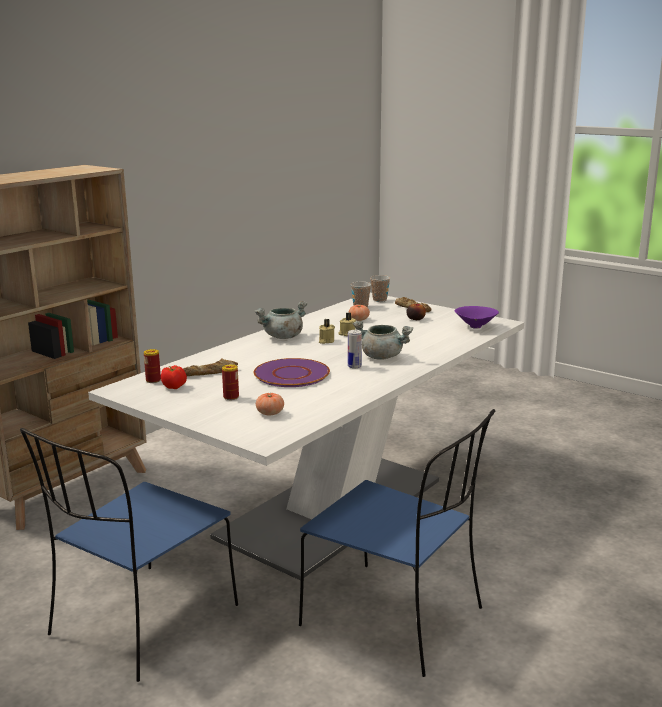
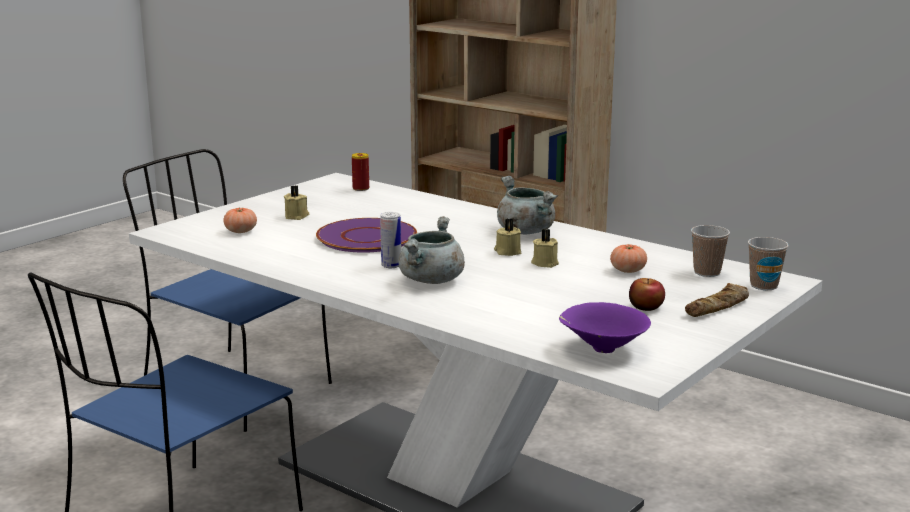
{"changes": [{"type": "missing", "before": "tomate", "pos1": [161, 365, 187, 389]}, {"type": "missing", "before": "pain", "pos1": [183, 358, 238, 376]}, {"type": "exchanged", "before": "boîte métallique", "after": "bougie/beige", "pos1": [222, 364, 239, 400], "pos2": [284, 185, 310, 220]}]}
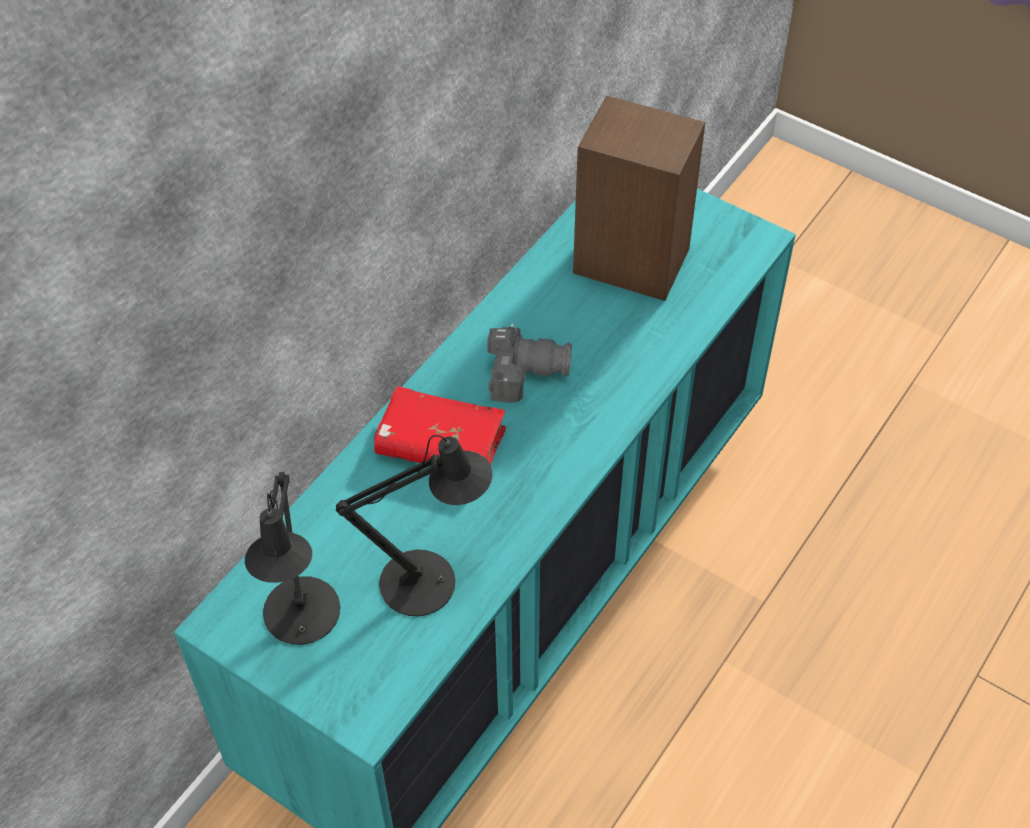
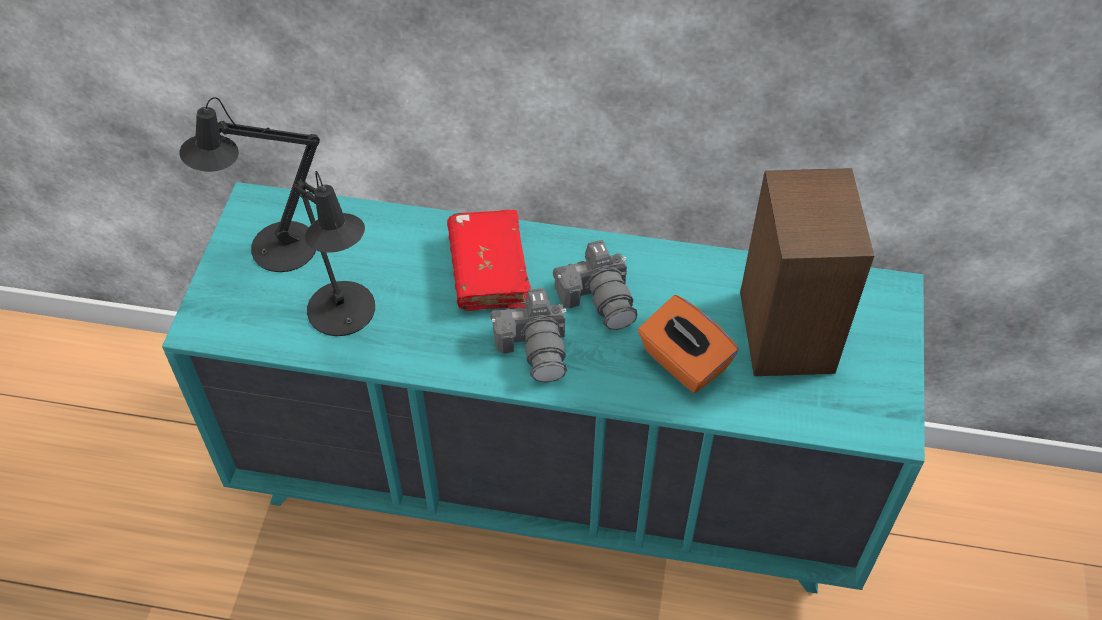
{"changes": [{"type": "appeared", "after": "appareil photo", "pos2": [490, 288, 567, 383]}, {"type": "appeared", "after": "boîte à mouchoirs/orange", "pos2": [638, 295, 738, 393]}]}
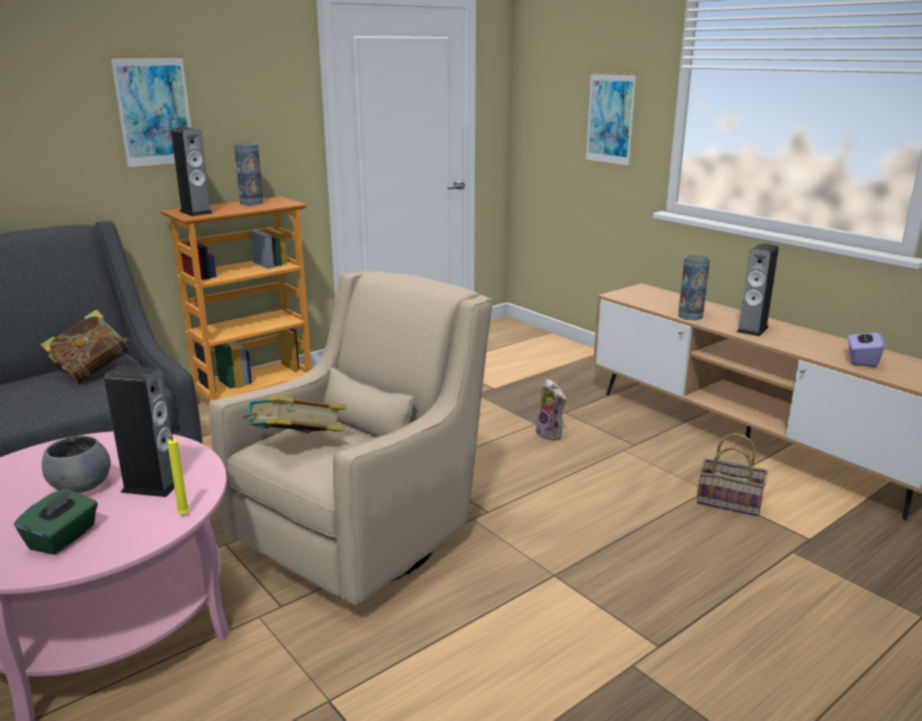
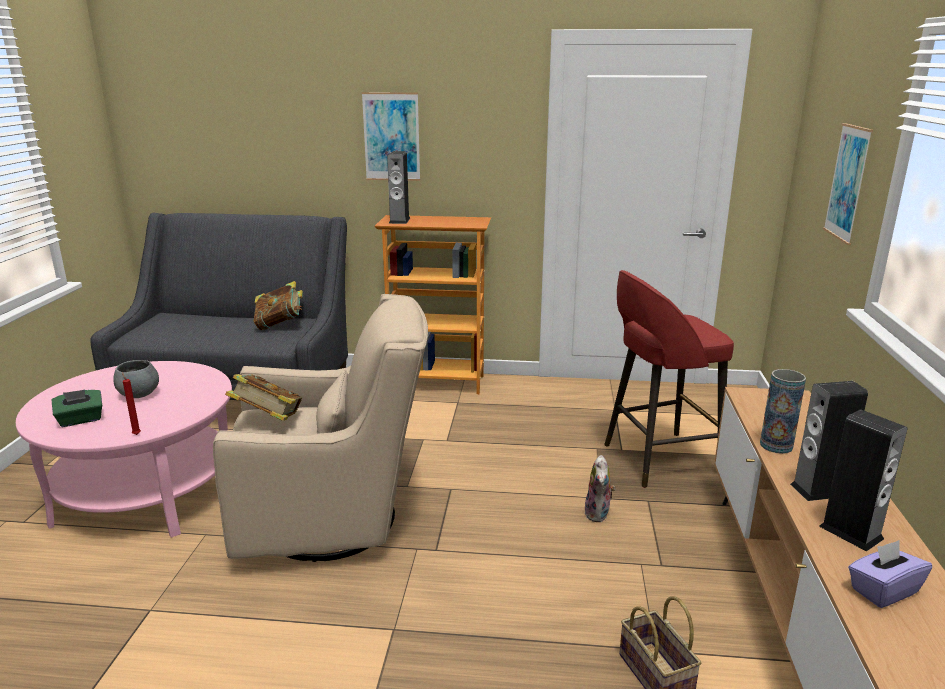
{"changes": [{"type": "relocated", "before": "enceinte", "pos1": [104, 366, 175, 497], "pos2": [819, 409, 907, 552]}, {"type": "colour", "before": "bougie/jaune", "after": "bougie/rouge", "pos1": [161, 432, 189, 515], "pos2": [122, 372, 141, 435]}, {"type": "missing", "before": "vase", "pos1": [234, 143, 263, 205]}, {"type": "appeared", "after": "tabouret/rouge", "pos2": [604, 270, 734, 488]}]}
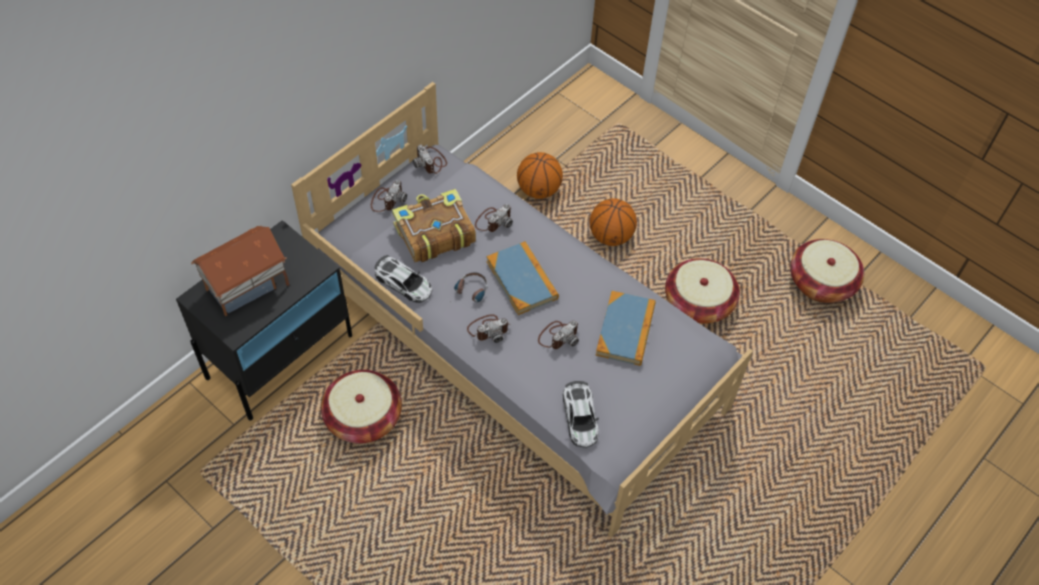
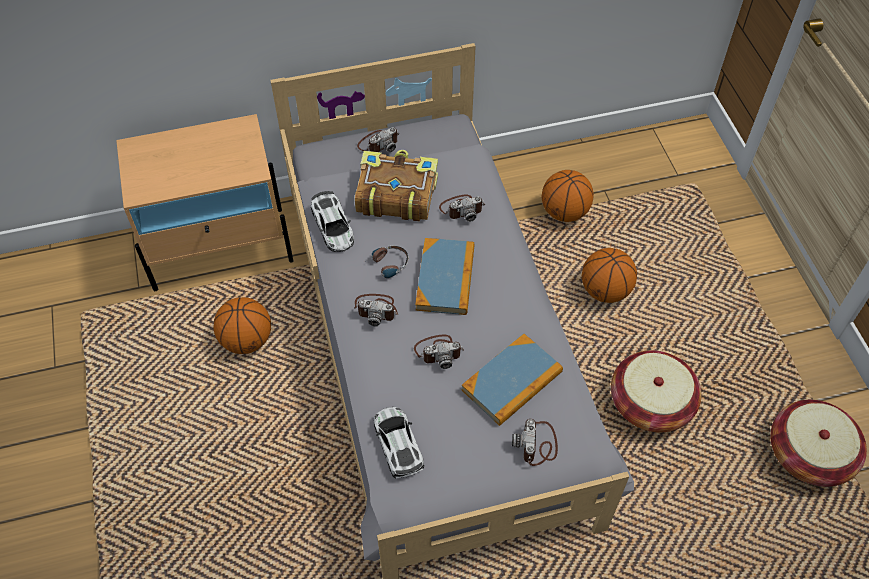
{"changes": [{"type": "colour", "before": "table de chevet/noir", "after": "table de chevet/beige", "pos1": [176, 220, 352, 421], "pos2": [116, 114, 293, 291]}, {"type": "missing", "before": "maison miniature", "pos1": [191, 226, 289, 316]}, {"type": "exchanged", "before": "panier", "after": "ballon de basket", "pos1": [321, 370, 402, 444], "pos2": [213, 297, 271, 354]}, {"type": "relocated", "before": "appareil photo", "pos1": [413, 144, 447, 174], "pos2": [512, 418, 558, 466]}, {"type": "spun", "before": "petite voiture", "pos1": [563, 381, 599, 448], "pos2": [374, 407, 424, 479], "turn": 135}]}
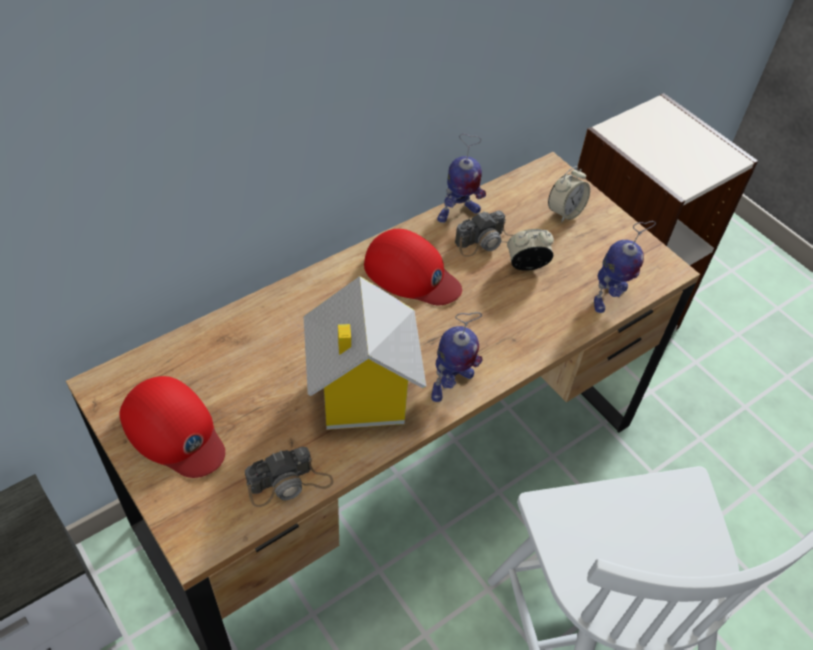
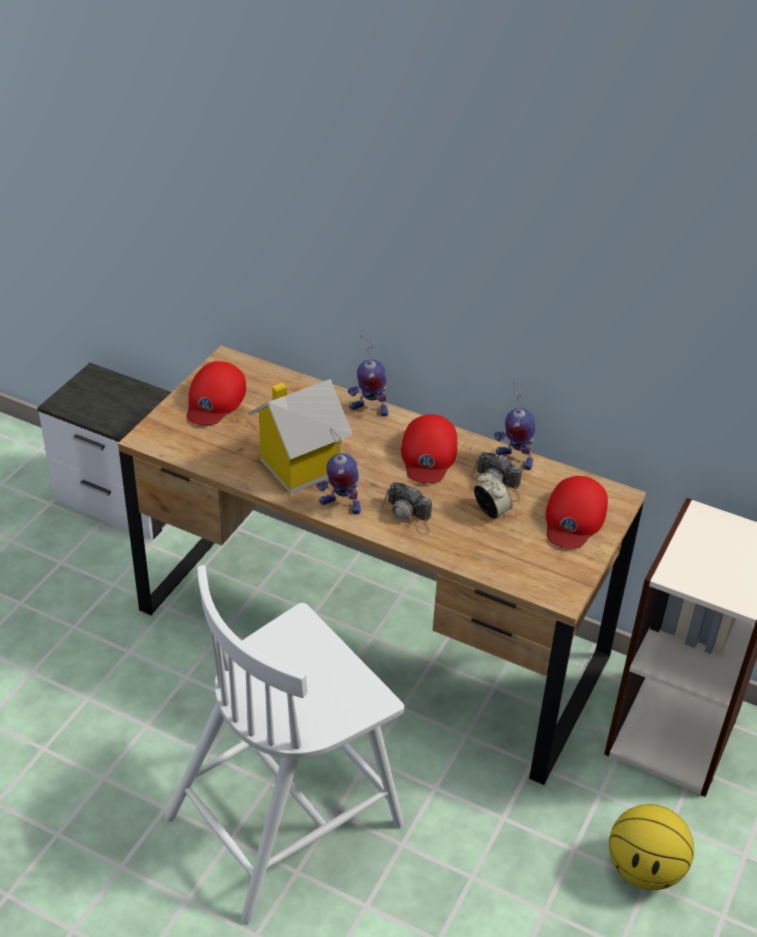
{"changes": [{"type": "relocated", "before": "appareil photo", "pos1": [245, 447, 334, 507], "pos2": [381, 482, 432, 535]}, {"type": "exchanged", "before": "réveil", "after": "casquette/rouge", "pos1": [548, 166, 590, 223], "pos2": [545, 476, 608, 549]}, {"type": "relocated", "before": "robot jouet", "pos1": [594, 221, 656, 313], "pos2": [348, 335, 388, 417]}, {"type": "appeared", "after": "ballon de basket", "pos2": [609, 804, 694, 890]}]}
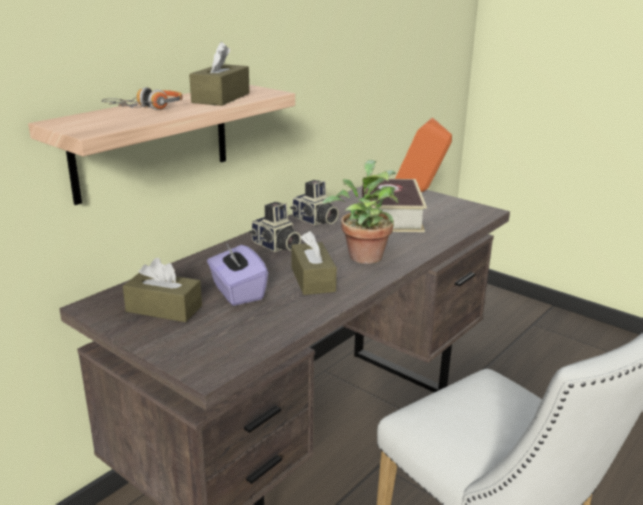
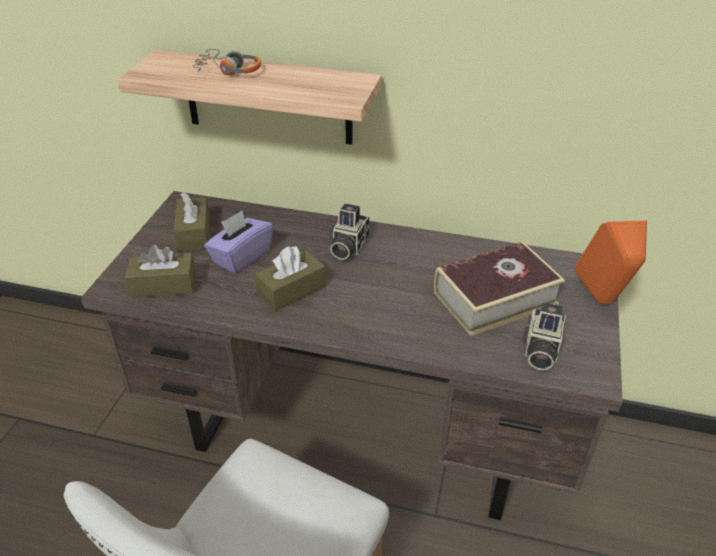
{"changes": [{"type": "relocated", "before": "boîte à mouchoirs/marron", "pos1": [189, 42, 250, 106], "pos2": [125, 245, 196, 298]}, {"type": "relocated", "before": "appareil photo", "pos1": [290, 180, 339, 225], "pos2": [522, 303, 566, 371]}, {"type": "missing", "before": "plante en pot", "pos1": [323, 160, 399, 264]}]}
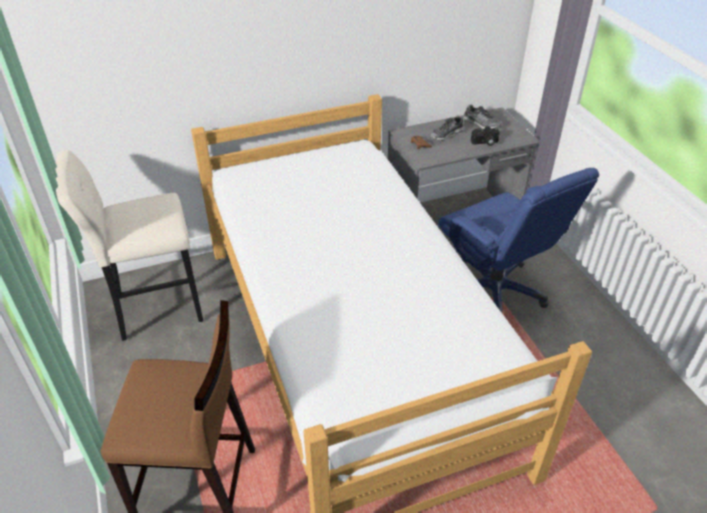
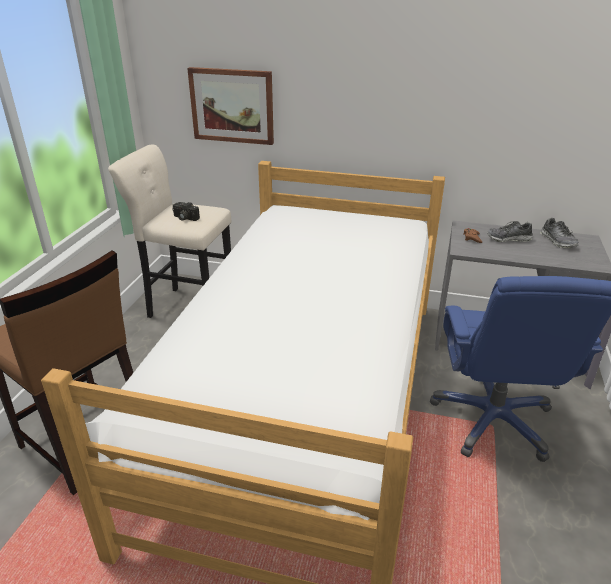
{"changes": [{"type": "relocated", "before": "appareil photo", "pos1": [471, 126, 500, 146], "pos2": [172, 202, 200, 221]}, {"type": "appeared", "after": "tableau", "pos2": [187, 67, 274, 145]}]}
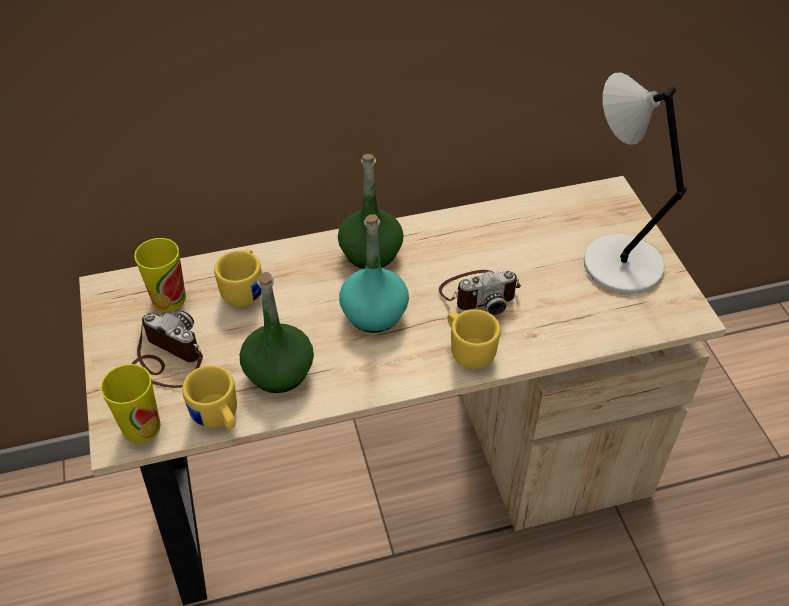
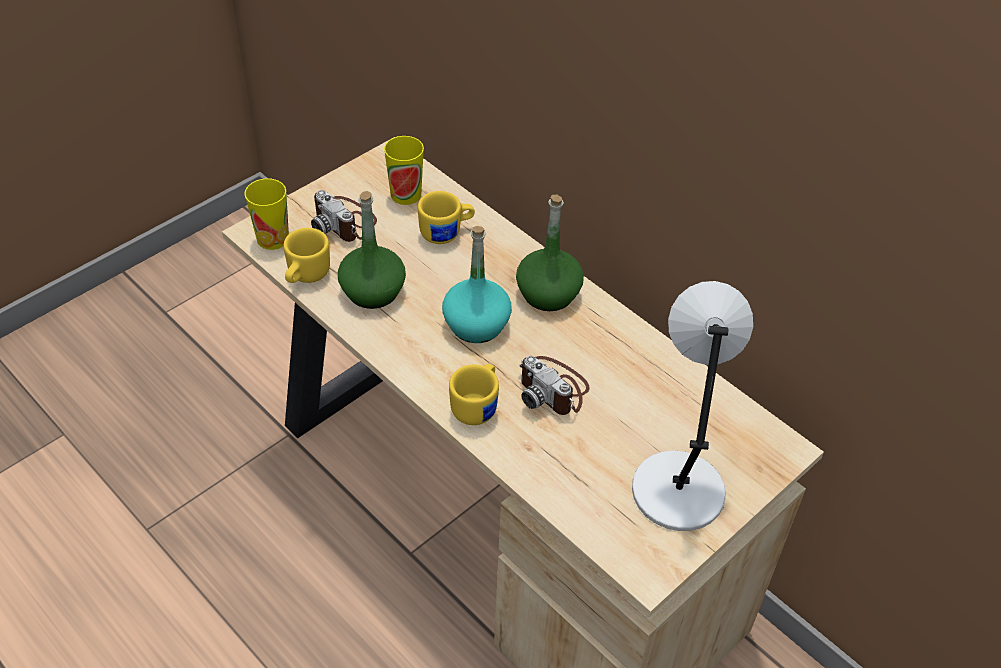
{"changes": [{"type": "spun", "before": "appareil photo", "pos1": [132, 311, 203, 388], "pos2": [311, 190, 377, 242], "turn": 135}]}
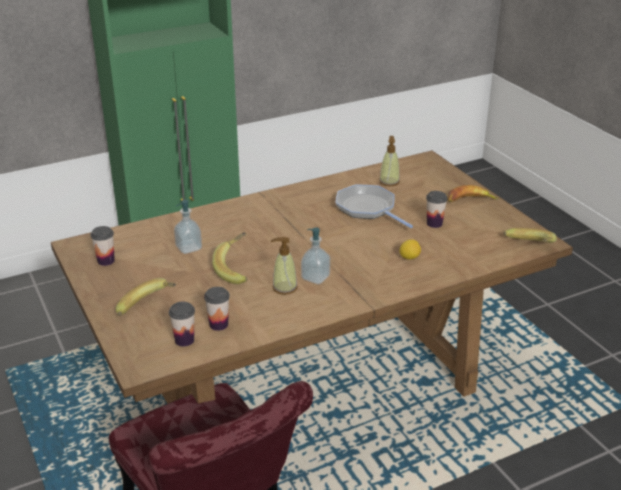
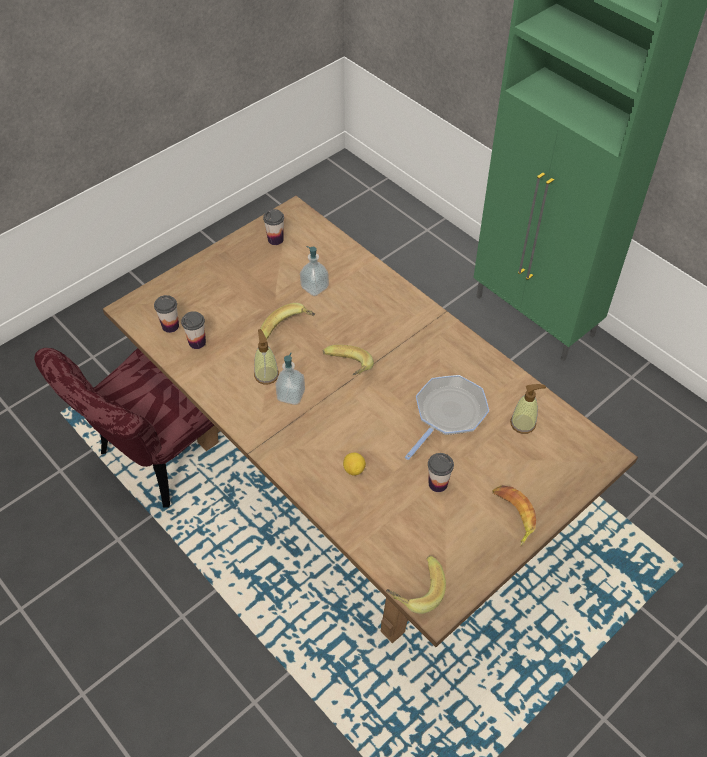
{"changes": [{"type": "relocated", "before": "banane", "pos1": [116, 278, 176, 316], "pos2": [323, 345, 374, 375]}]}
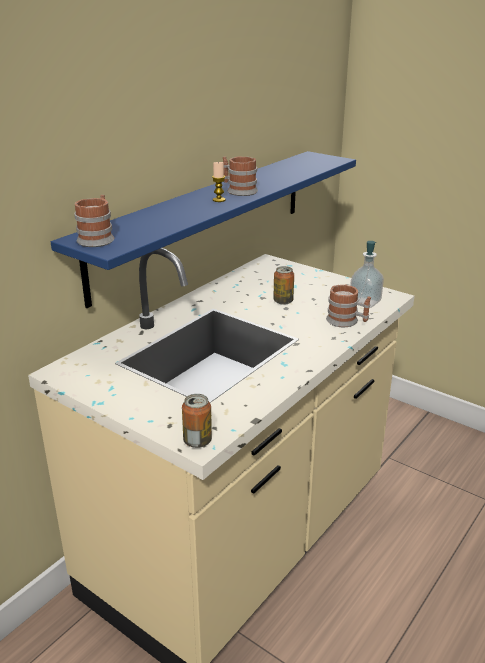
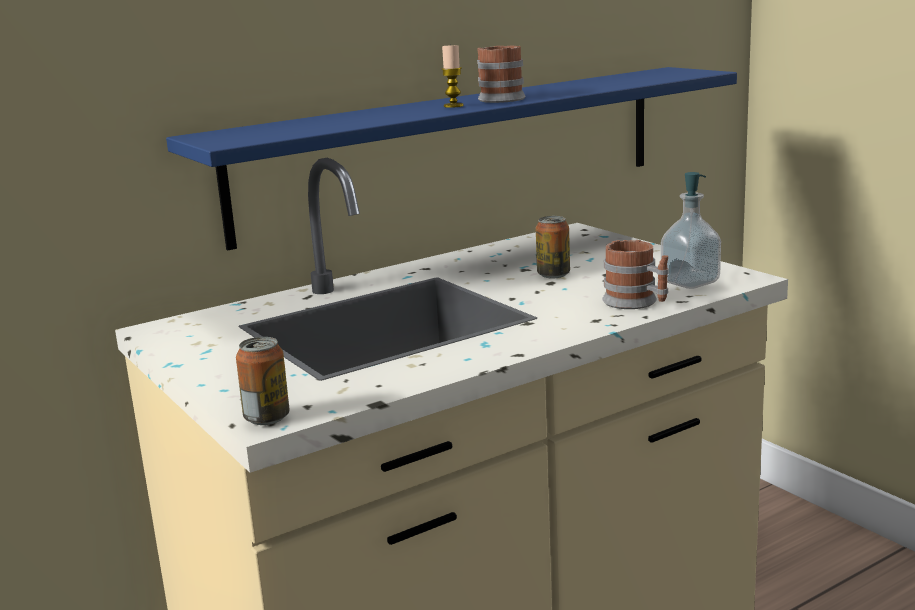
{"changes": [{"type": "missing", "before": "mug", "pos1": [74, 195, 114, 247]}]}
